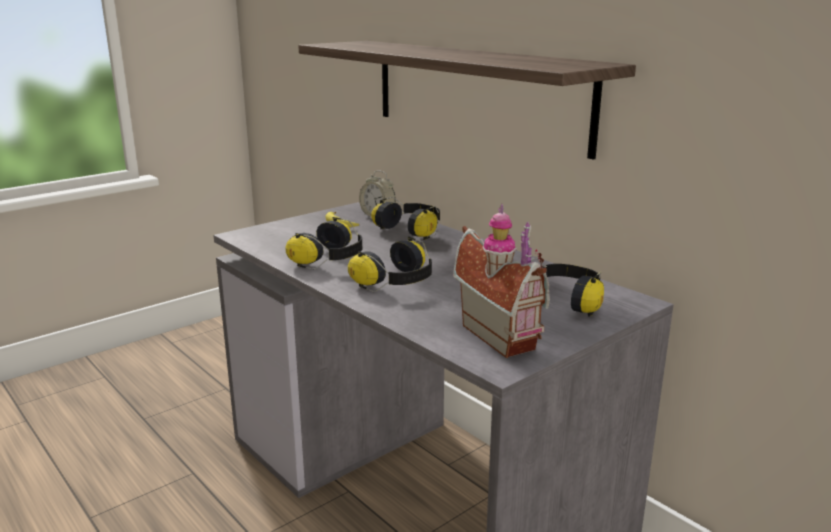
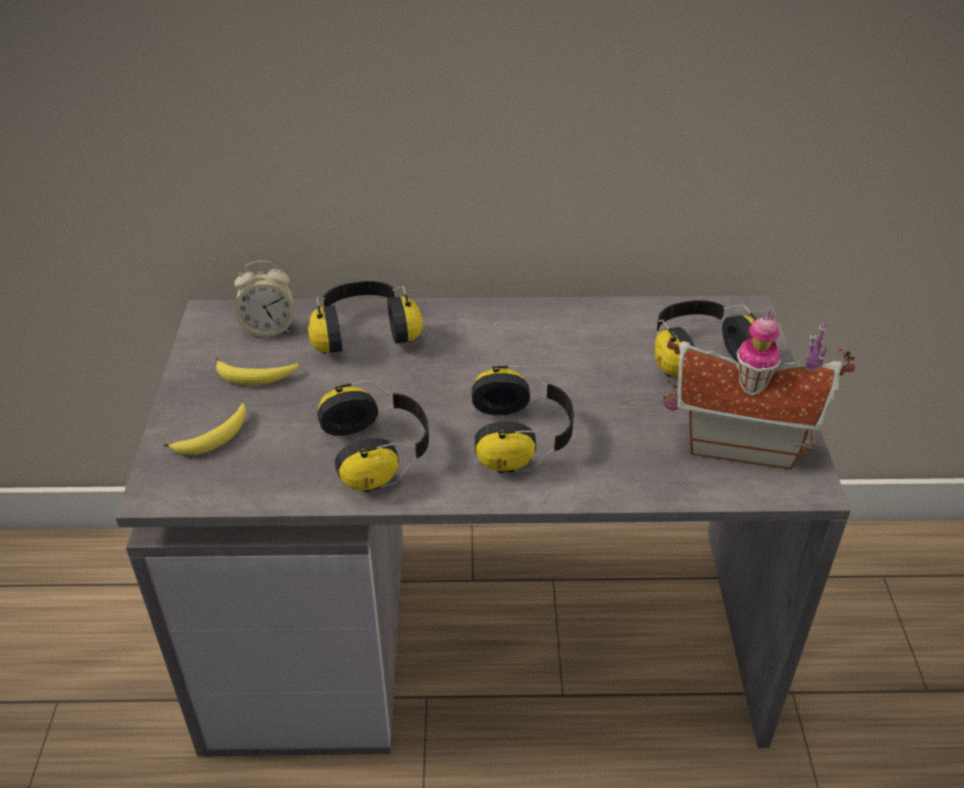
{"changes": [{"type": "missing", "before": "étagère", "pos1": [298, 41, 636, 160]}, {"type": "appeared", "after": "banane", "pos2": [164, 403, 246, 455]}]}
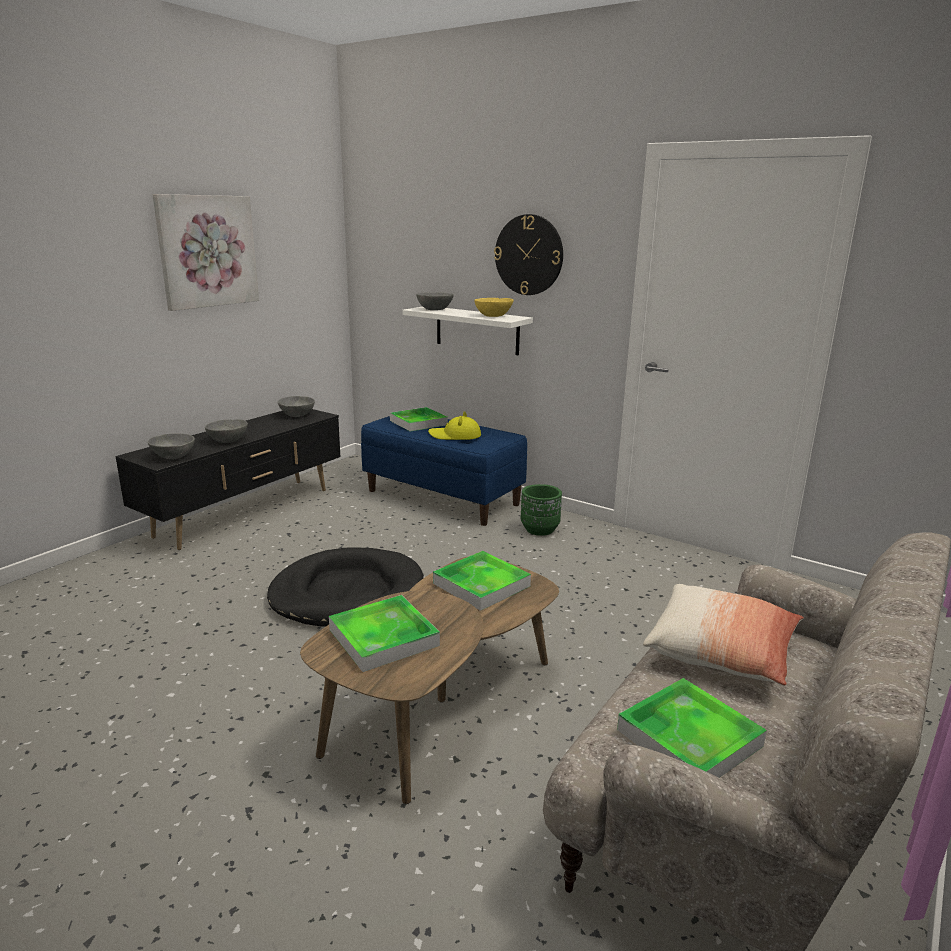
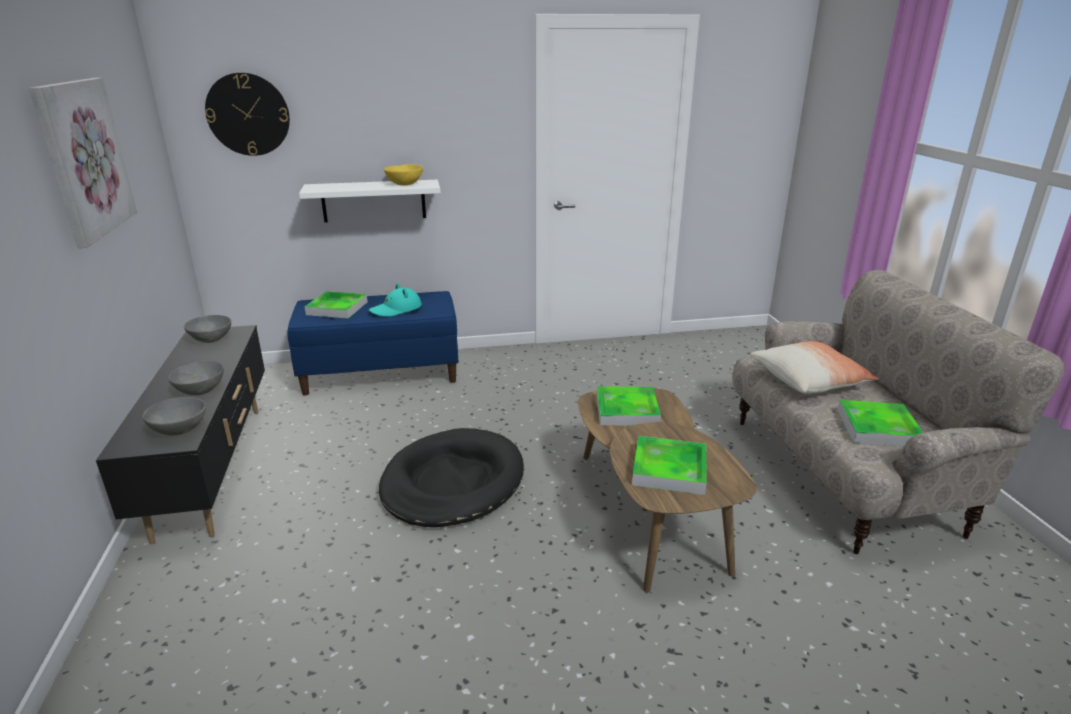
{"changes": [{"type": "missing", "before": "bol/gris", "pos1": [416, 292, 454, 310]}, {"type": "colour", "before": "chapeau/jaune", "after": "chapeau/turquoise", "pos1": [428, 411, 481, 440], "pos2": [369, 283, 422, 317]}, {"type": "relocated", "before": "horloge murale", "pos1": [494, 214, 563, 295], "pos2": [205, 72, 290, 156]}, {"type": "missing", "before": "cache-pot/vert", "pos1": [521, 484, 562, 536]}]}
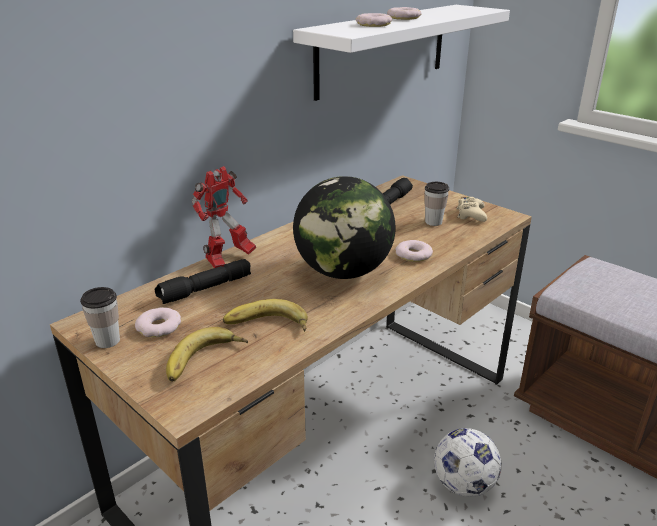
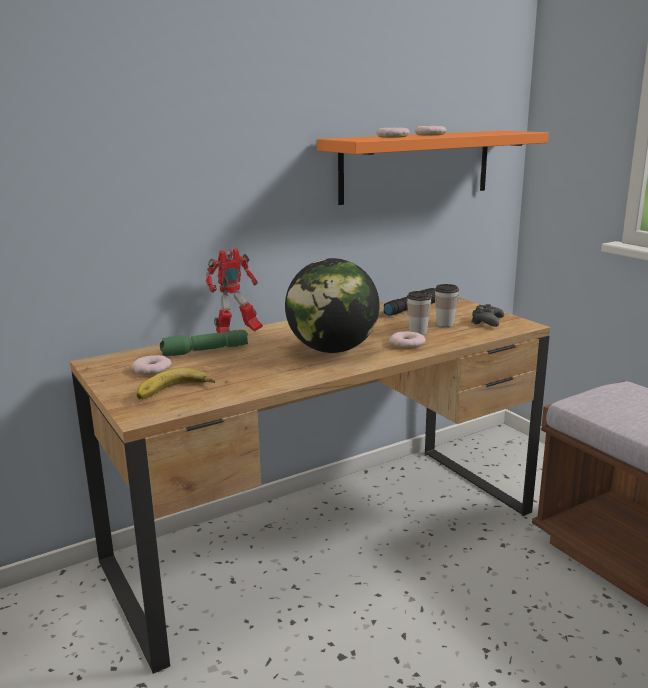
{"changes": [{"type": "relocated", "before": "tasse", "pos1": [80, 287, 120, 348], "pos2": [407, 291, 432, 335]}, {"type": "colour", "before": "lampe de poche/noir", "after": "lampe de poche/vert", "pos1": [155, 259, 251, 304], "pos2": [160, 330, 248, 356]}, {"type": "missing", "before": "banane", "pos1": [223, 299, 308, 332]}, {"type": "colour", "before": "étagère/blanc", "after": "étagère/orange", "pos1": [293, 5, 510, 101], "pos2": [317, 131, 549, 205]}, {"type": "missing", "before": "ballon de foot", "pos1": [434, 428, 502, 497]}, {"type": "colour", "before": "manette/beige", "after": "manette/noir", "pos1": [457, 197, 487, 222], "pos2": [471, 304, 504, 327]}]}
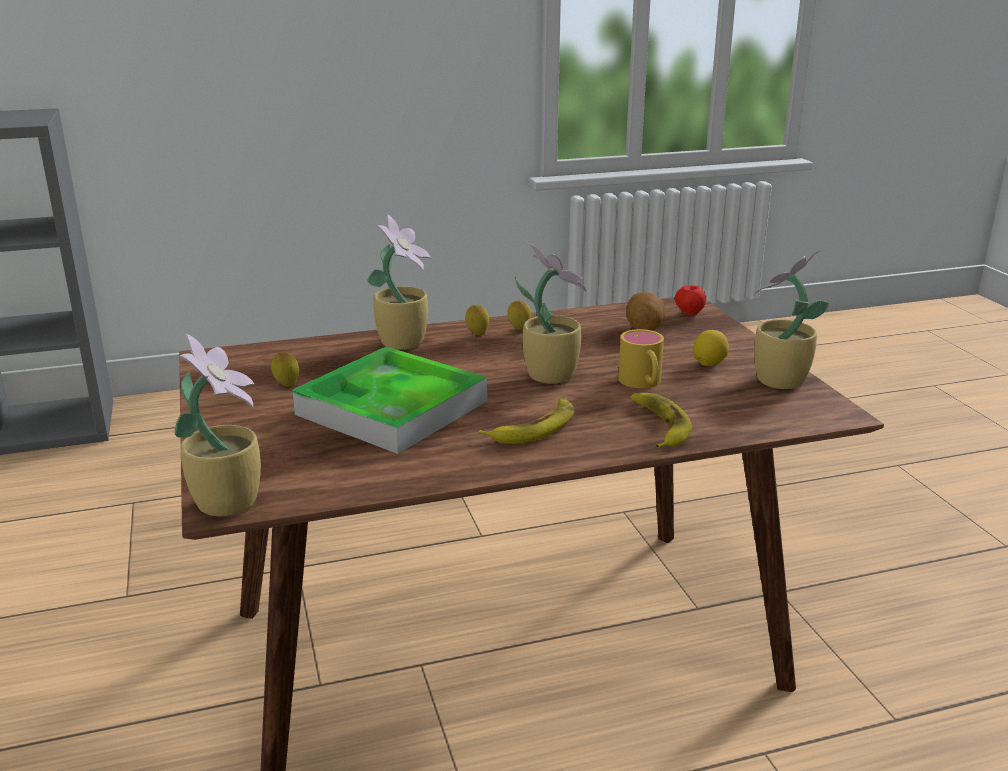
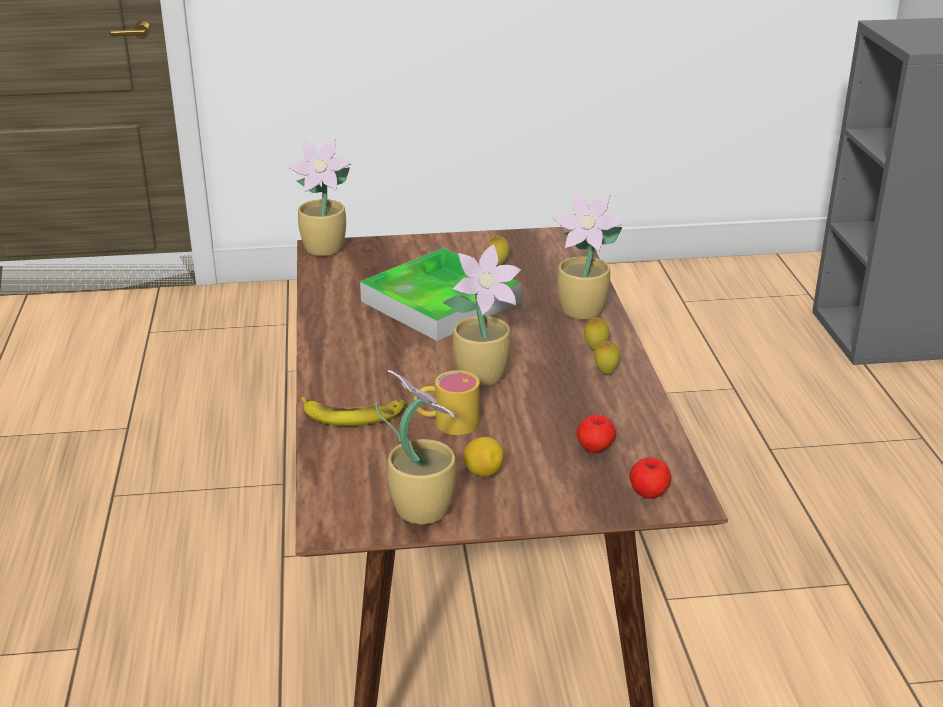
{"changes": [{"type": "missing", "before": "banane", "pos1": [479, 398, 574, 444]}, {"type": "exchanged", "before": "pomme de terre", "after": "pomme", "pos1": [626, 292, 665, 331], "pos2": [577, 415, 616, 453]}]}
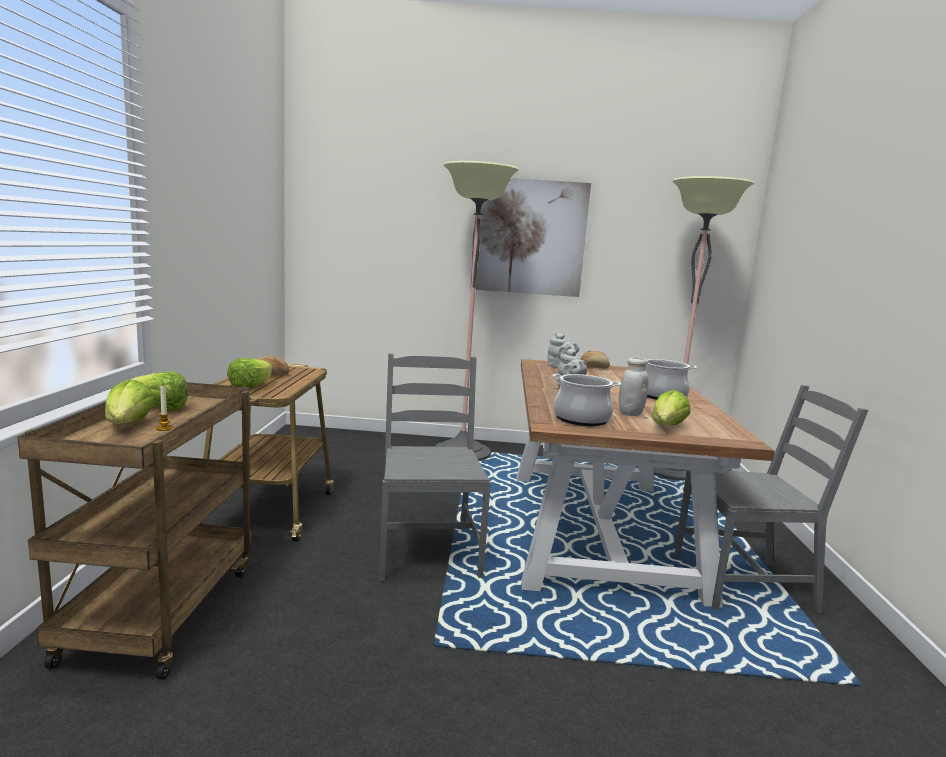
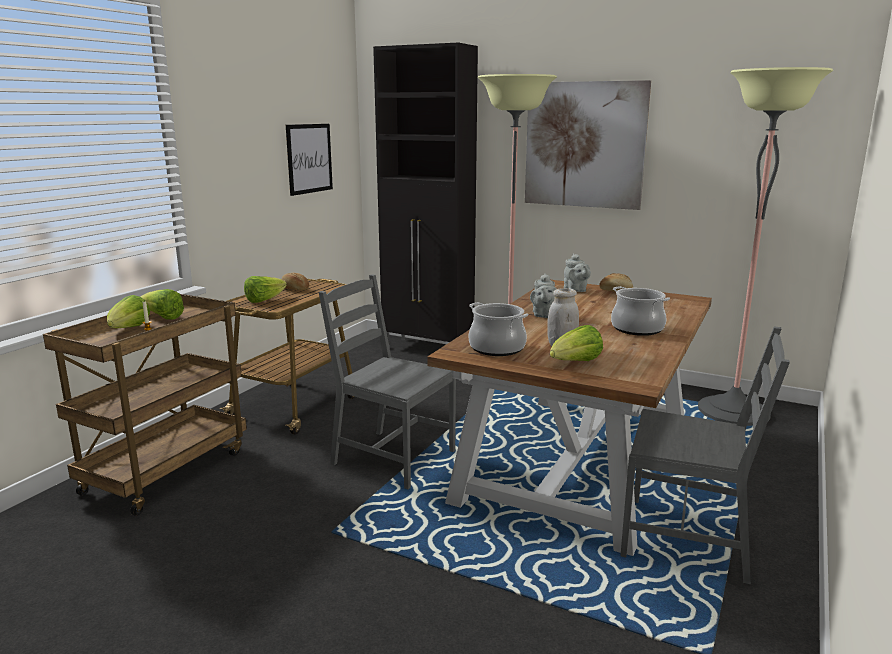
{"changes": [{"type": "spun", "before": "chaise/gris", "pos1": [380, 353, 491, 582], "pos2": [319, 274, 456, 489], "turn": -75}, {"type": "appeared", "after": "tableau", "pos2": [286, 124, 333, 196]}, {"type": "appeared", "after": "meuble de rangement/noir", "pos2": [373, 42, 478, 347]}]}
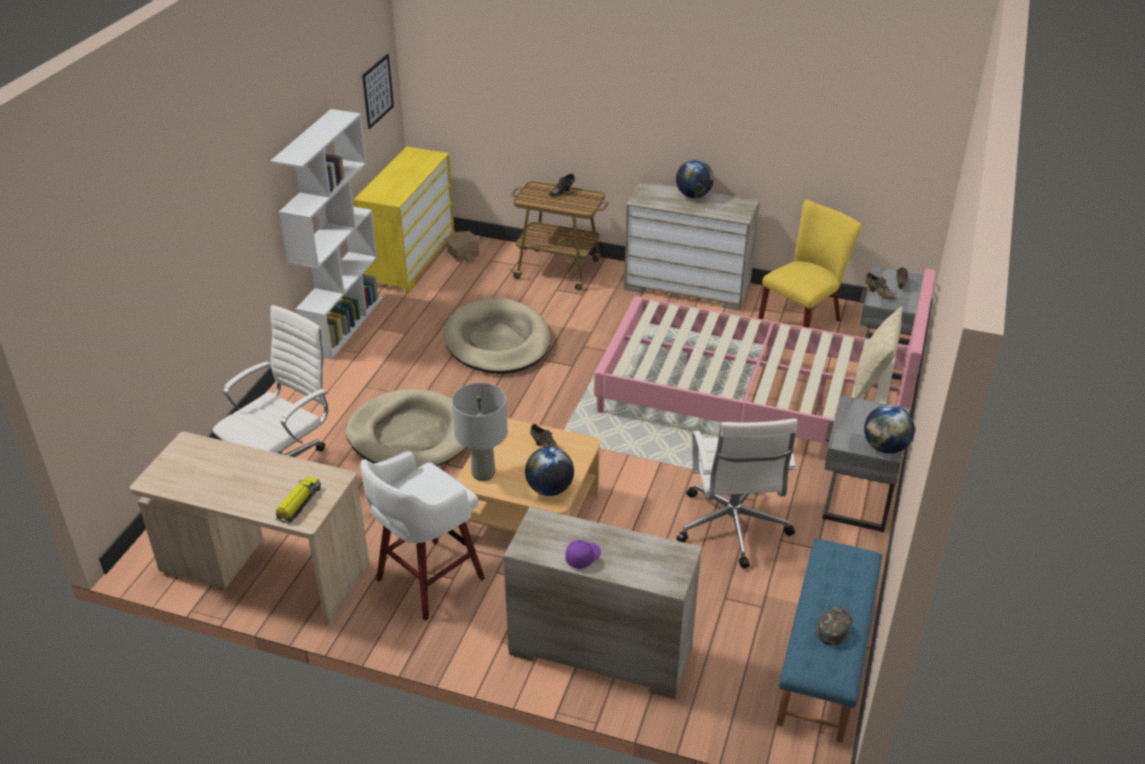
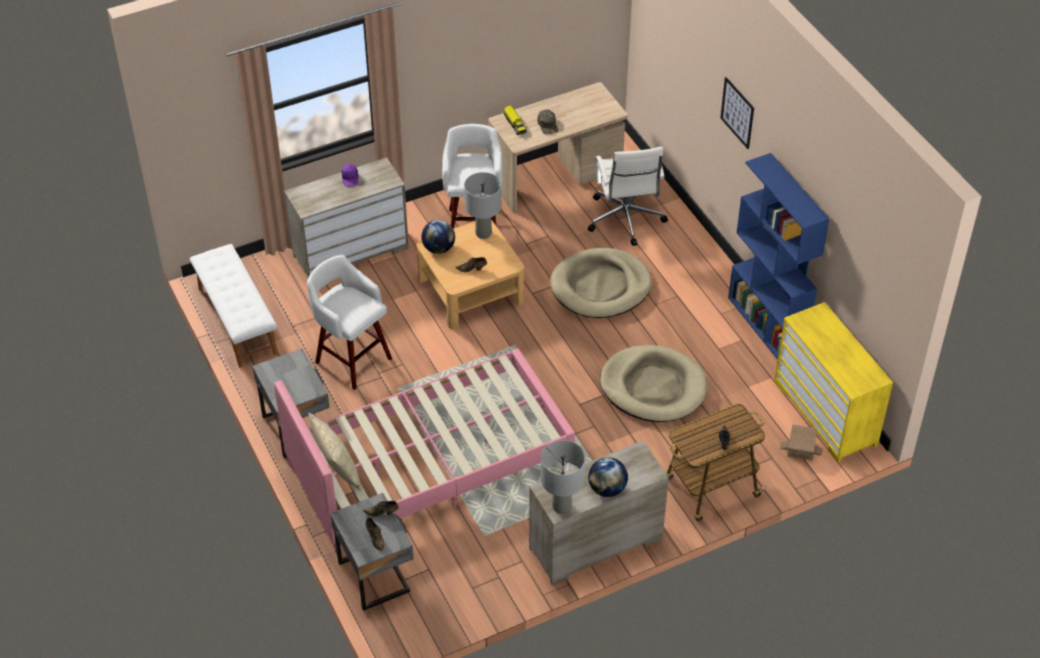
{"changes": [{"type": "colour", "before": "bibliothèque/blanc", "after": "bibliothèque/bleu", "pos1": [270, 109, 382, 360], "pos2": [728, 153, 830, 360]}, {"type": "relocated", "before": "tableau", "pos1": [362, 54, 394, 129], "pos2": [720, 77, 754, 149]}, {"type": "exchanged", "before": "chaise de bureau/blanc", "after": "tabouret/blanc", "pos1": [676, 419, 798, 568], "pos2": [307, 255, 392, 390]}, {"type": "missing", "before": "chaise/jaune", "pos1": [758, 200, 861, 328]}, {"type": "colour", "before": "banc/bleu", "after": "banc/blanc", "pos1": [777, 539, 882, 742], "pos2": [190, 244, 278, 367]}, {"type": "relocated", "before": "casquette/vert", "pos1": [816, 607, 853, 645], "pos2": [537, 110, 558, 134]}, {"type": "missing", "before": "globe", "pos1": [864, 405, 915, 454]}, {"type": "appeared", "after": "lampe de table/gris", "pos2": [541, 440, 586, 514]}]}
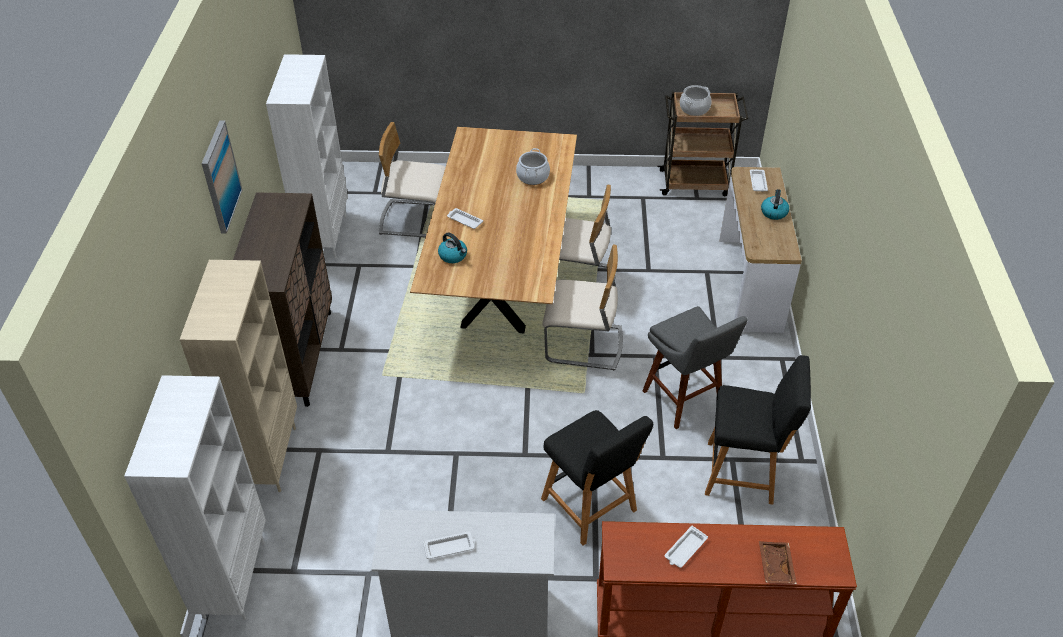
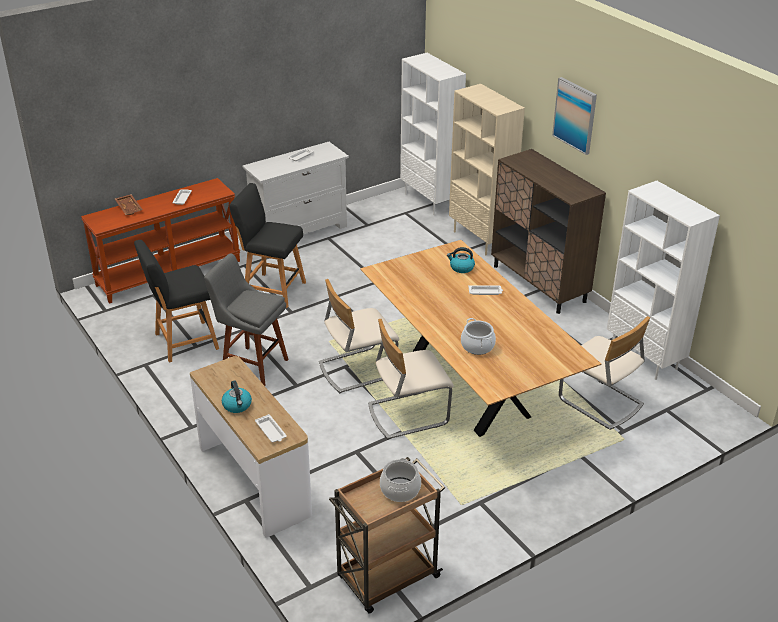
{"changes": [{"type": "spun", "before": "chaise/beige", "pos1": [379, 122, 446, 238], "pos2": [559, 316, 650, 430], "turn": 75}]}
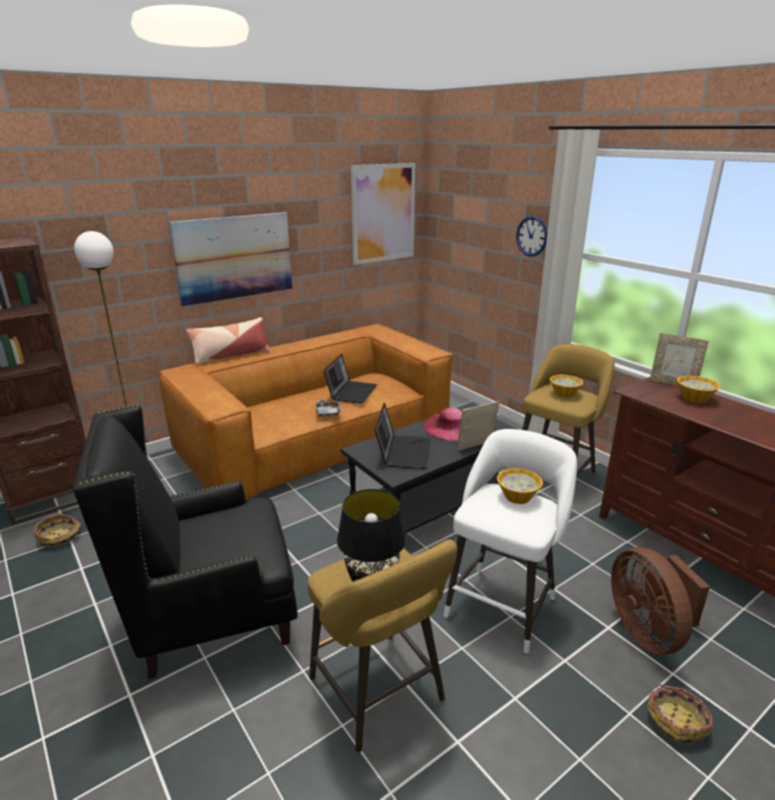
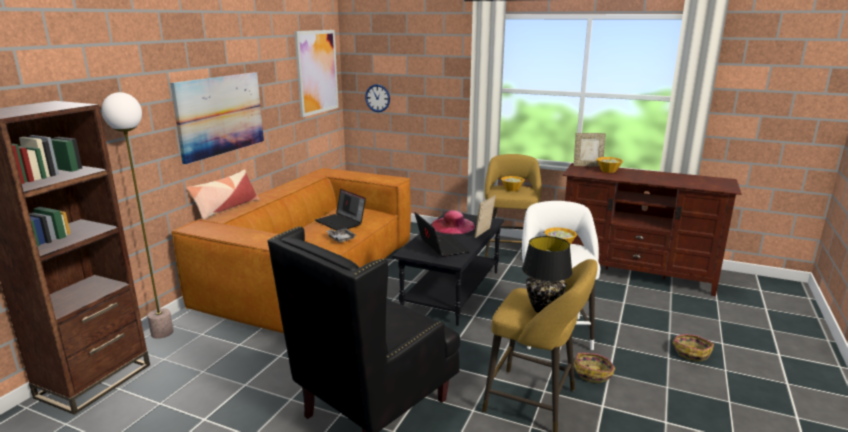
{"changes": [{"type": "relocated", "before": "panier", "pos1": [34, 513, 86, 548], "pos2": [574, 353, 615, 383]}, {"type": "spun", "before": "ordinateur portable", "pos1": [323, 354, 377, 404], "pos2": [315, 189, 366, 231], "turn": 150}, {"type": "relocated", "before": "horloge murale", "pos1": [516, 216, 547, 256], "pos2": [365, 84, 390, 112]}, {"type": "missing", "before": "ventilateur/marron", "pos1": [611, 547, 710, 655]}]}
